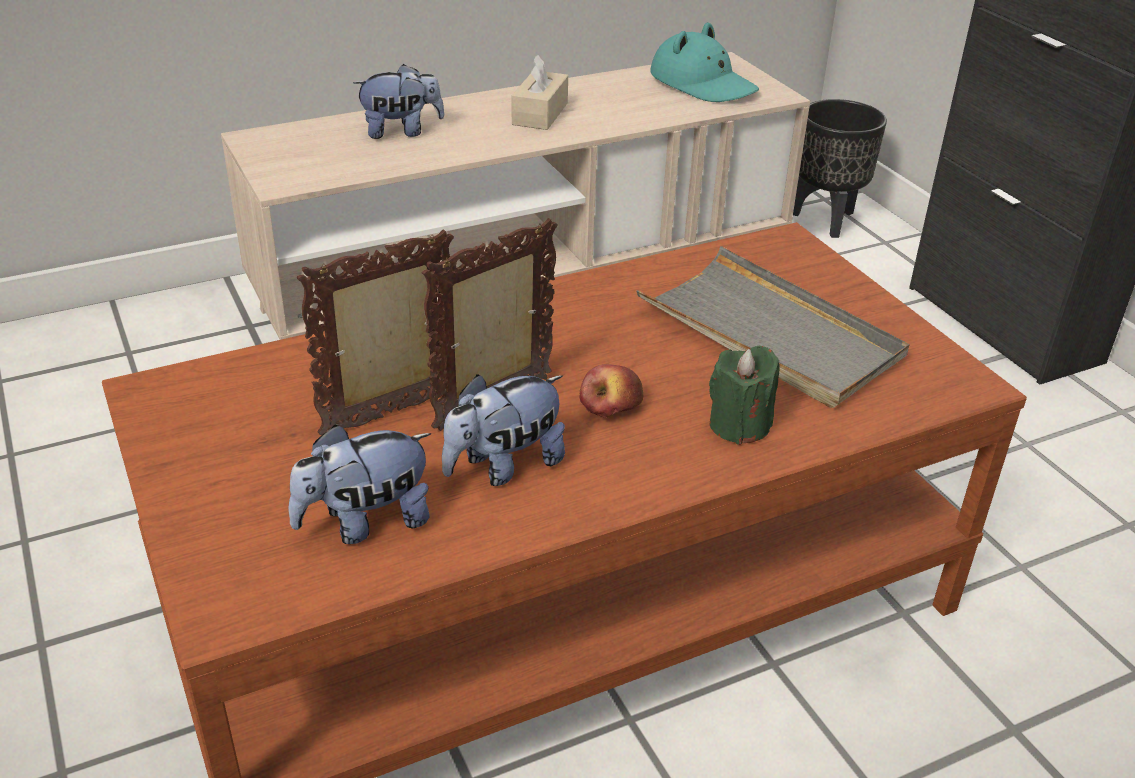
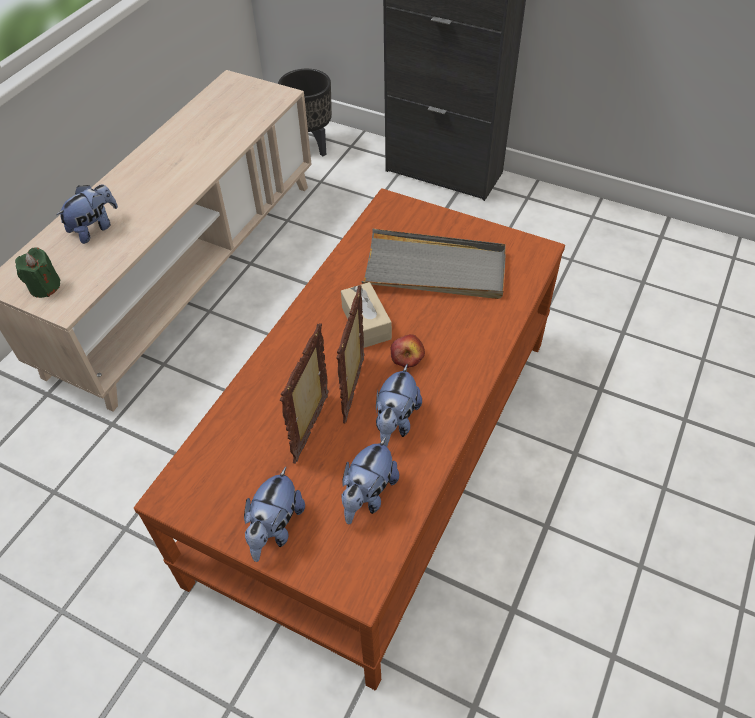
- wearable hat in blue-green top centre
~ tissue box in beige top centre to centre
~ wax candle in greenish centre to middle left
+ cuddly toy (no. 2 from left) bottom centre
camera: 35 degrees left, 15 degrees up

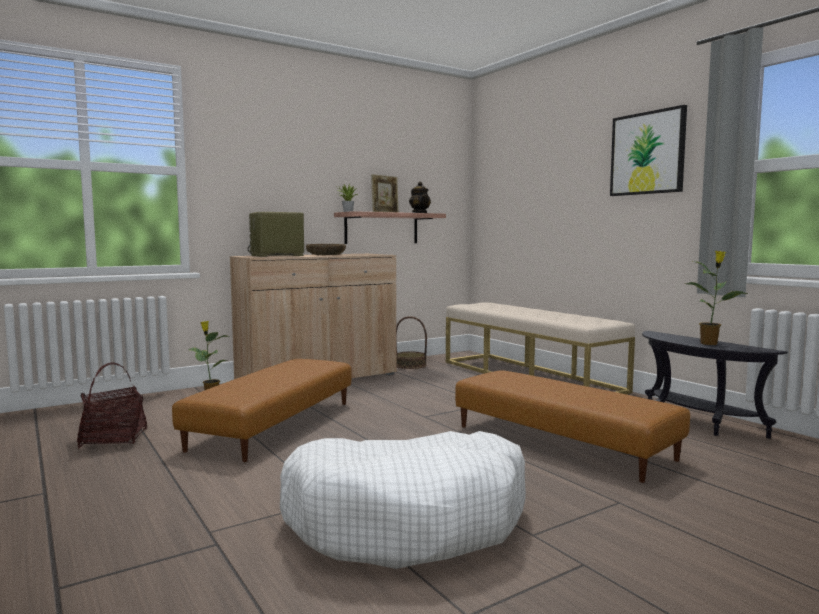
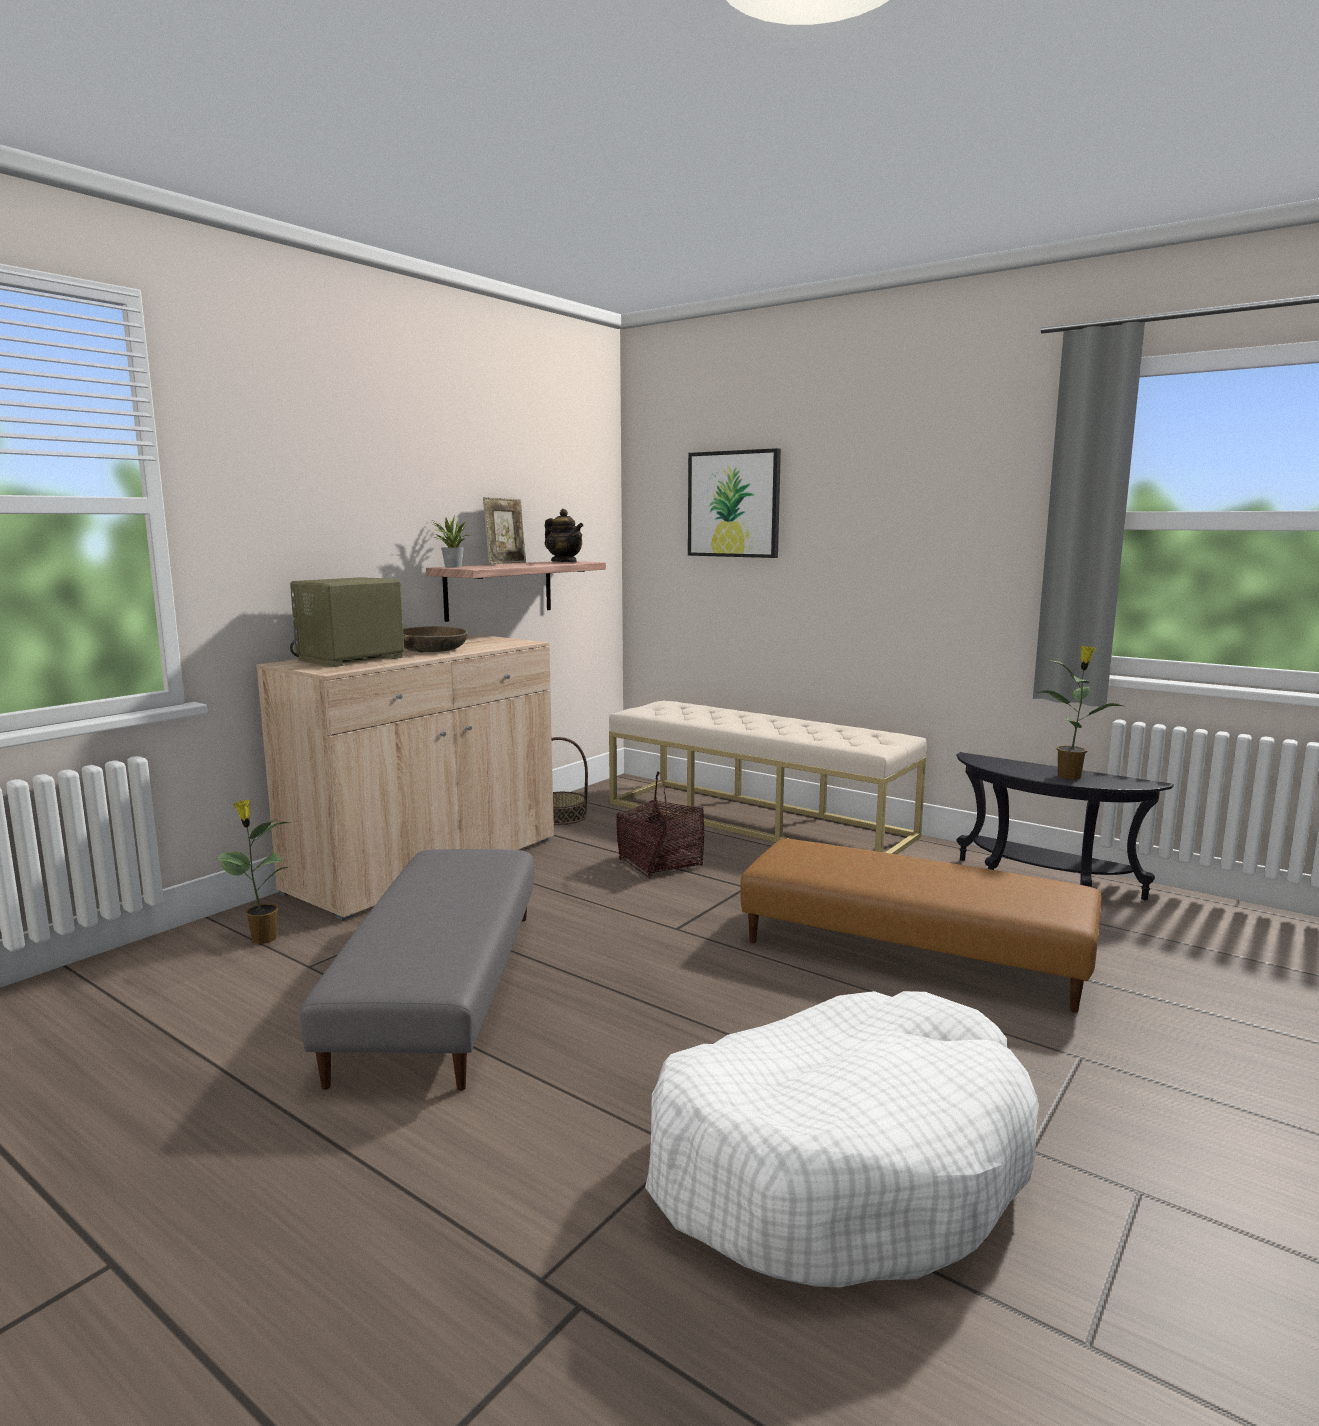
~ wall picture top right to centre
~ ottoman in brown-coloured (no. 1 from left) bottom left to ottoman in greyish bottom left
~ household basket (no. 1 from left in the first image) middle left to household basket (no. 2 from left) centre
camera: 20 degrees left, 5 degrees up

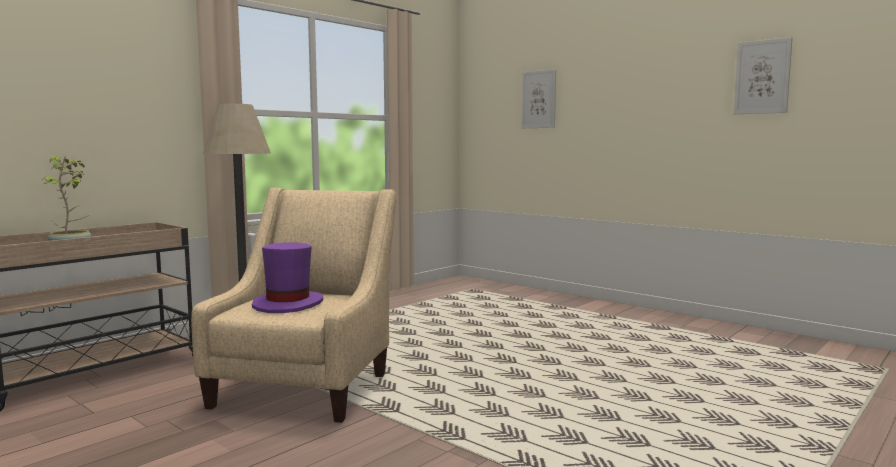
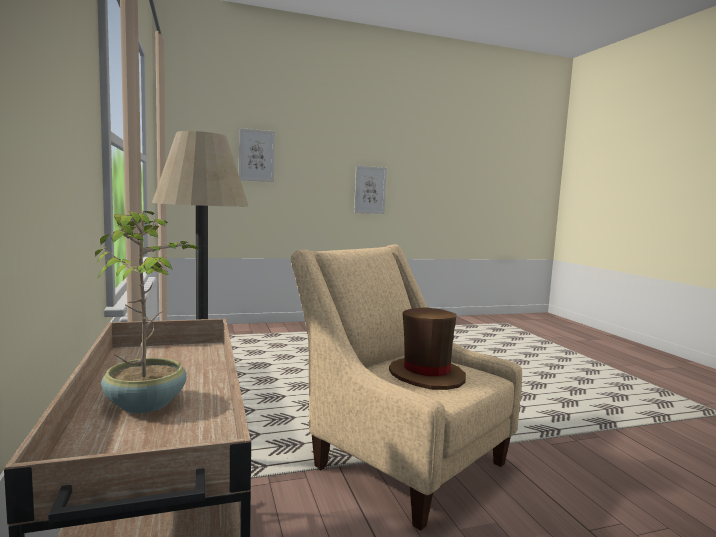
~ wall picture (no. 2 from left) top right to centre
~ wearable hat in purple-coloured middle left to wearable hat in brown-coloured centre
camera: 60 degrees left, 0 degrees up

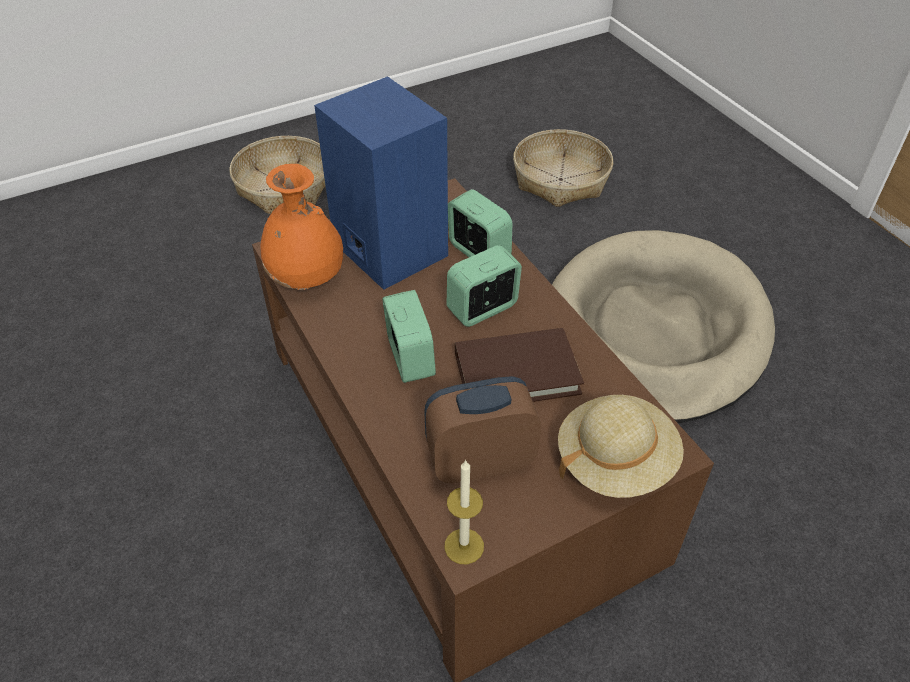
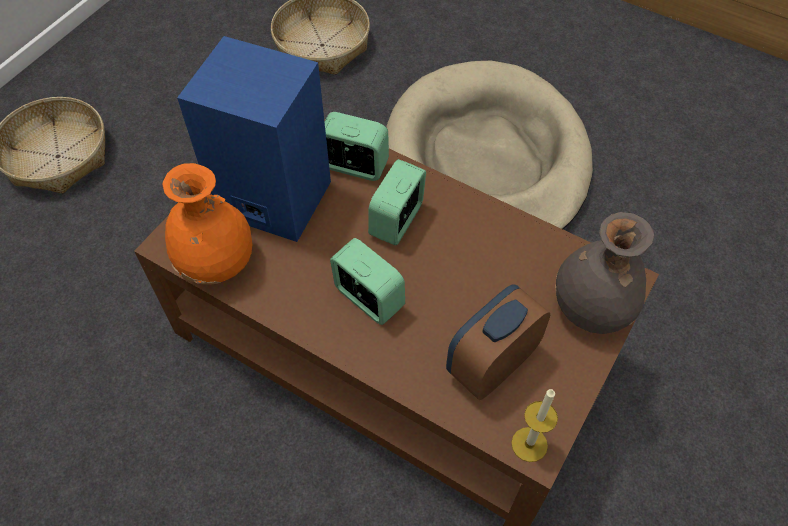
- bound book in brown-coloured centre
~ wearable hat in beige middle right to decorative vase in greyish middle right
camera: 30 degrees left, 10 degrees up

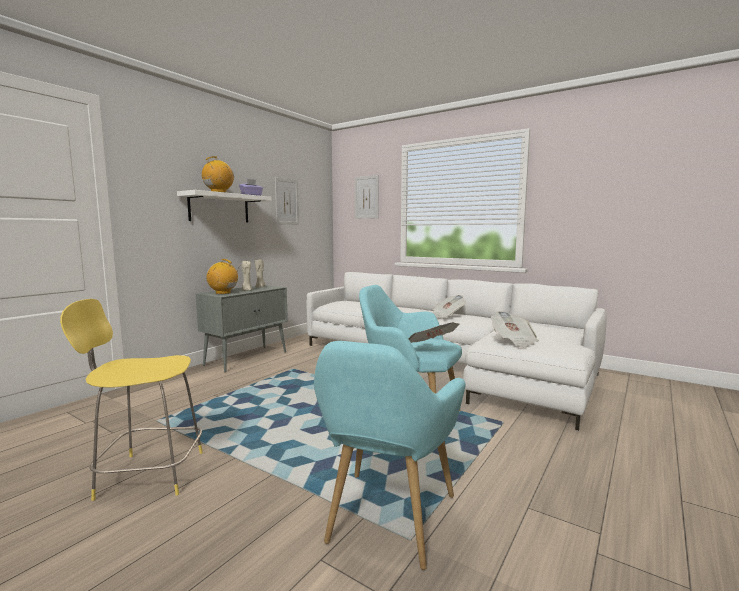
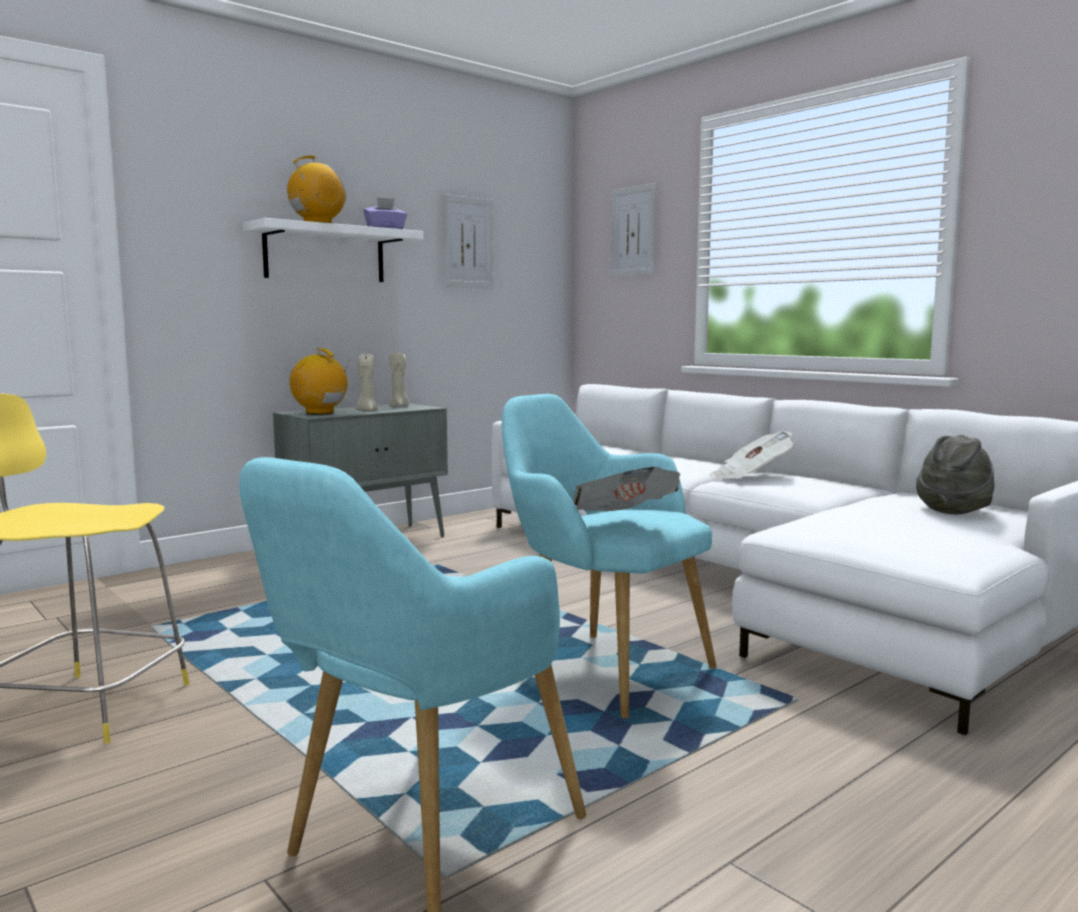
- printed paper (no. 3 from left) middle right
+ wearable hat in greyish middle right
camera: 15 degrees right, 0 degrees up

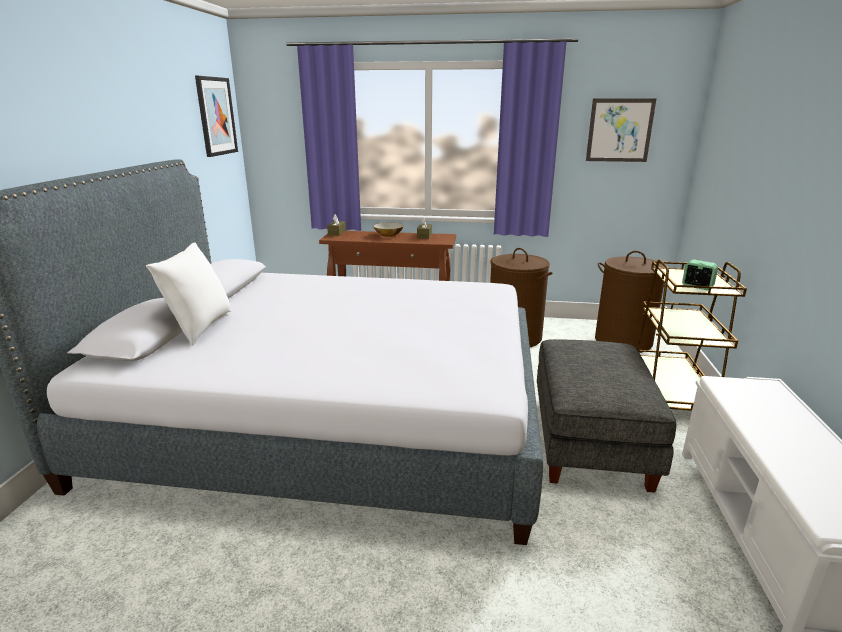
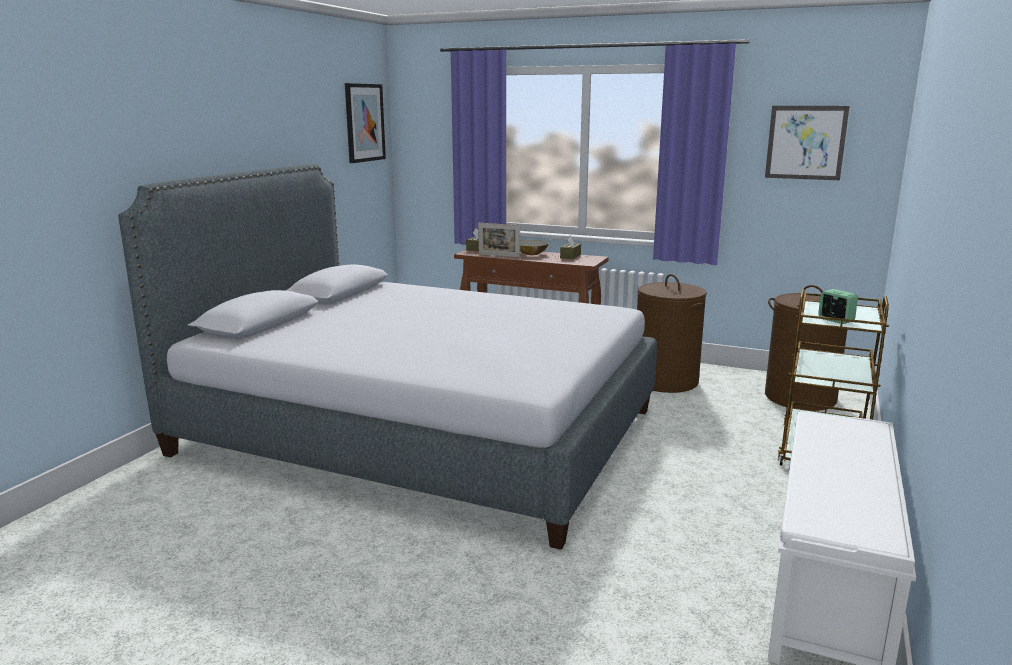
- pillow in white middle left
- ottoman in greyish middle right
+ photo frame centre
camera: 15 degrees right, 5 degrees down

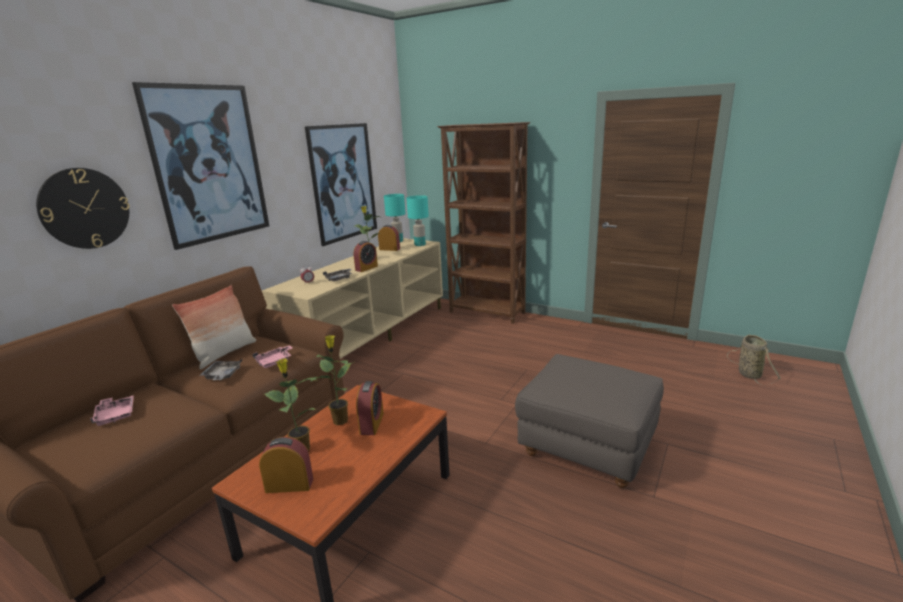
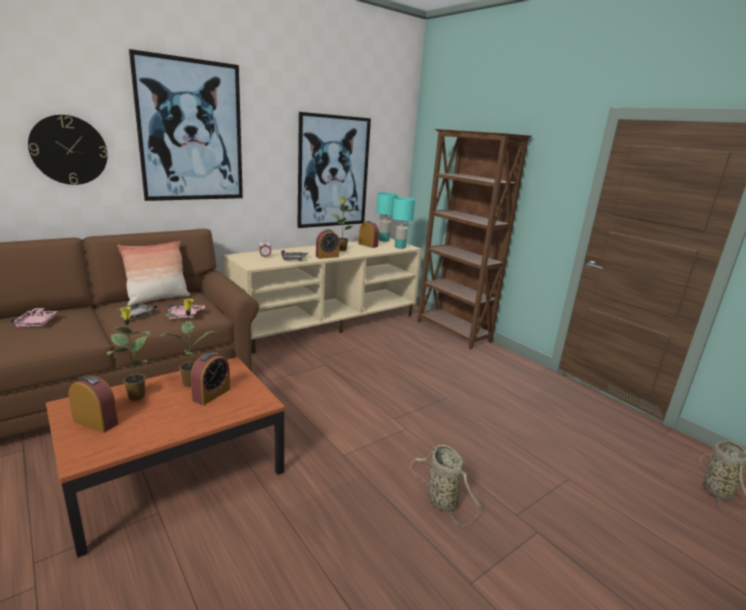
~ ottoman in greyish bottom centre to household basket (no. 1 from left) bottom centre
camera: 20 degrees right, 0 degrees up

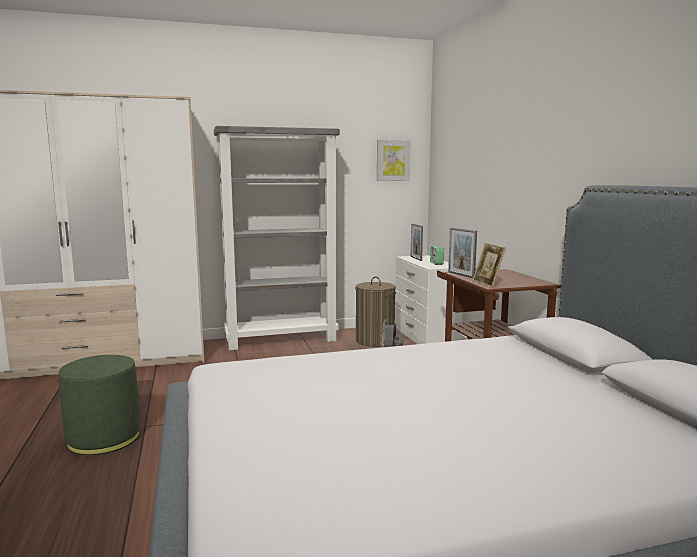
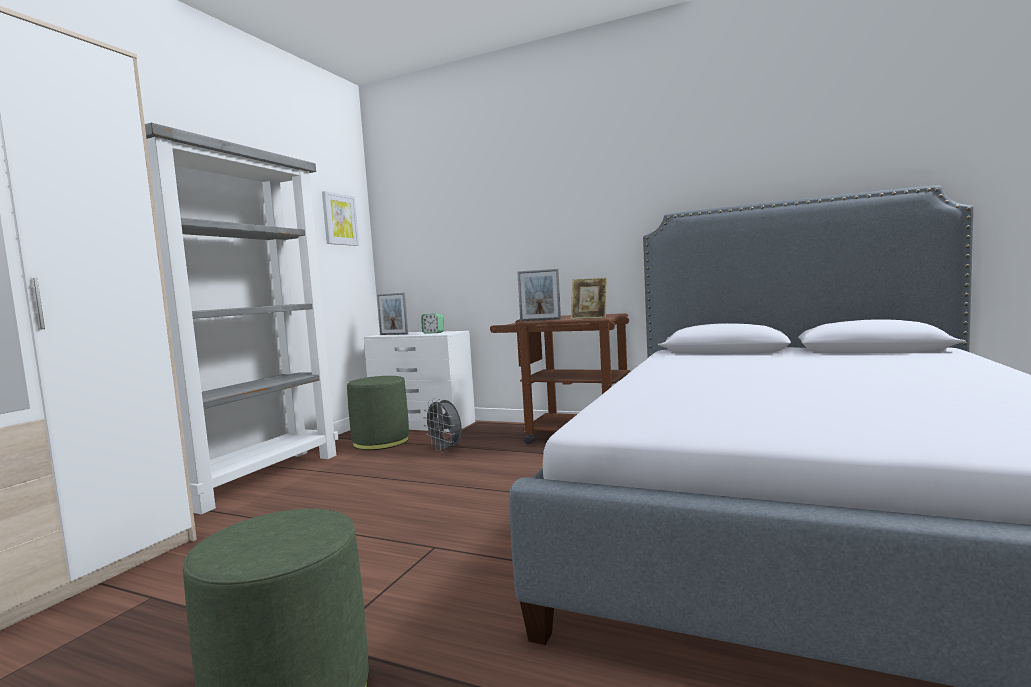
~ hamper centre to ottoman in greenish (no. 2 from left) centre
camera: 50 degrees left, 5 degrees down

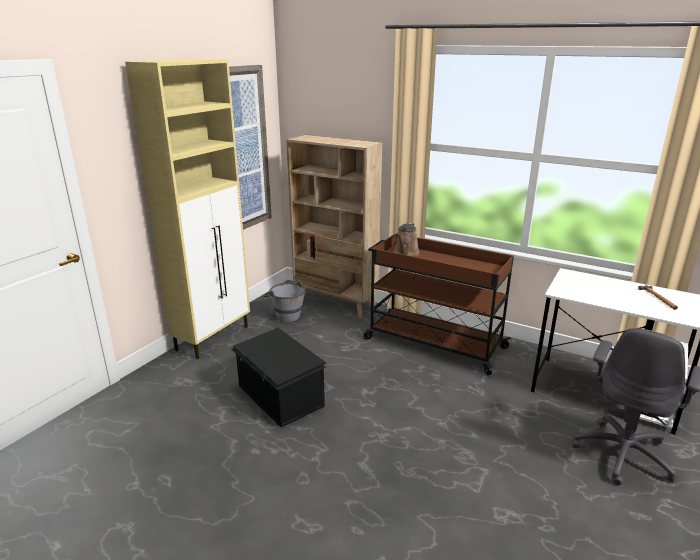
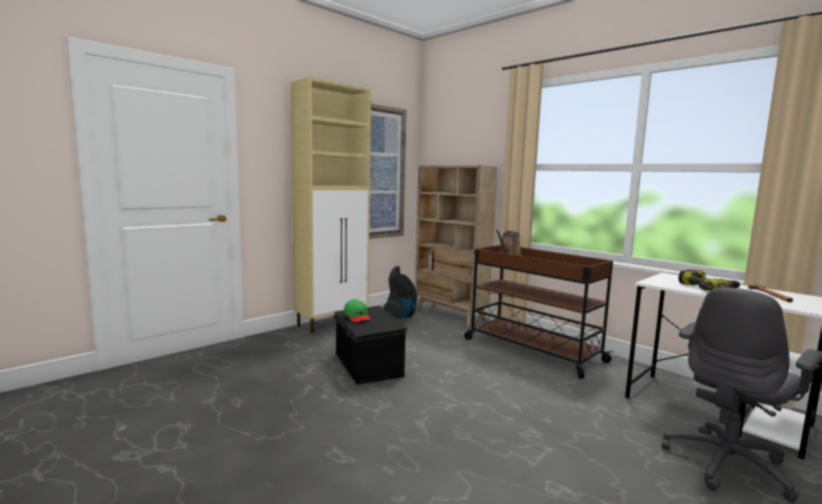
~ pail in greyish centre to vacuum centre
+ power drill middle right
+ cap in greenish centre
camera: 15 degrees right, 15 degrees down

